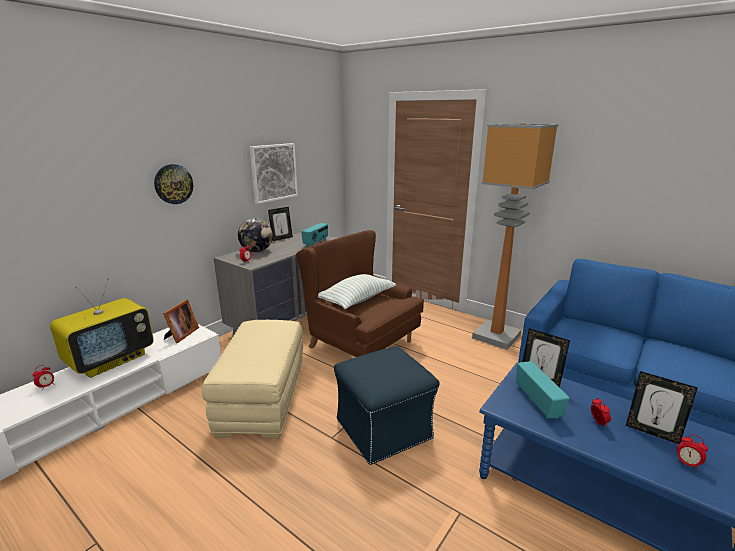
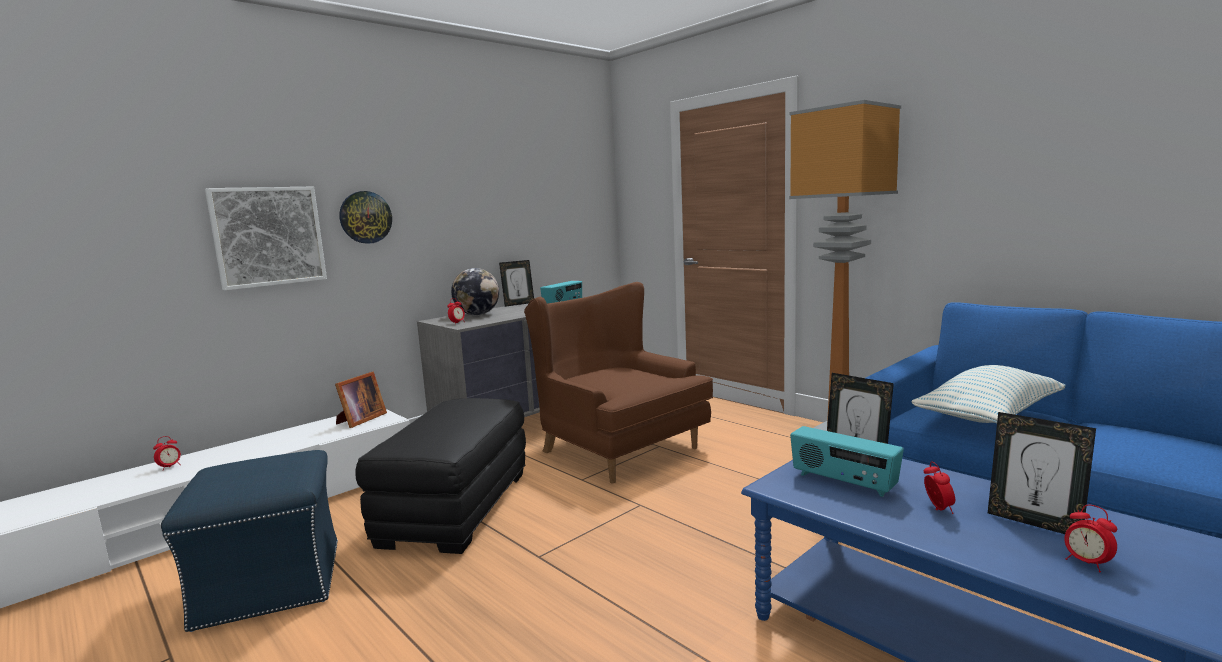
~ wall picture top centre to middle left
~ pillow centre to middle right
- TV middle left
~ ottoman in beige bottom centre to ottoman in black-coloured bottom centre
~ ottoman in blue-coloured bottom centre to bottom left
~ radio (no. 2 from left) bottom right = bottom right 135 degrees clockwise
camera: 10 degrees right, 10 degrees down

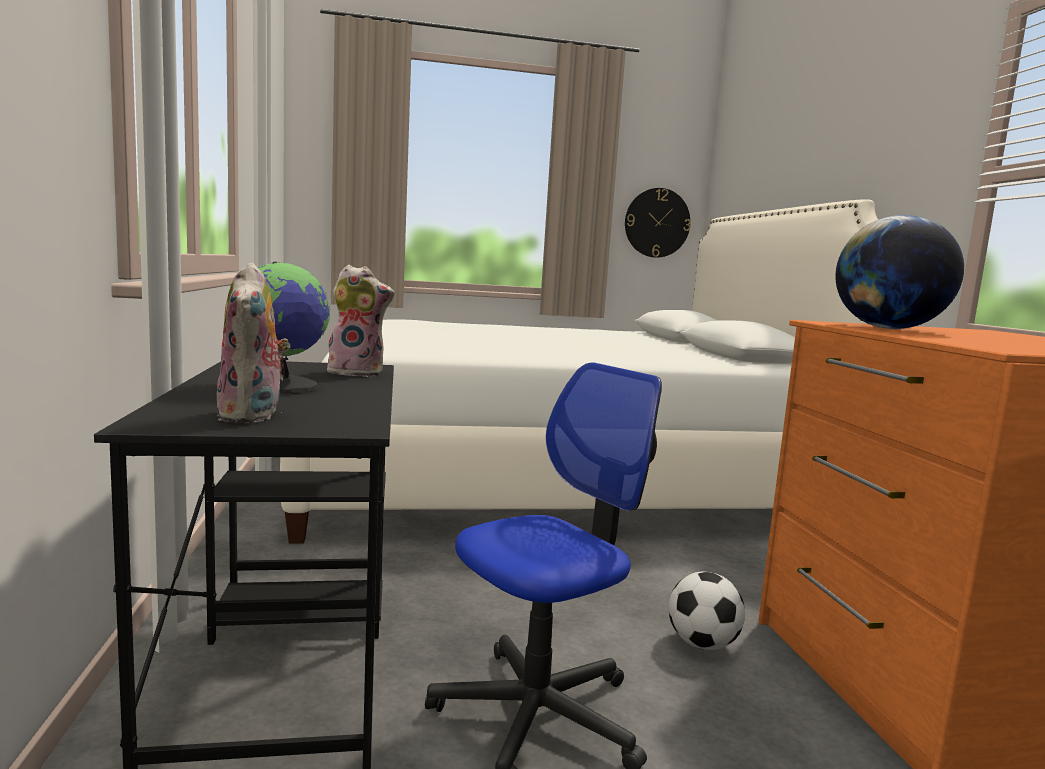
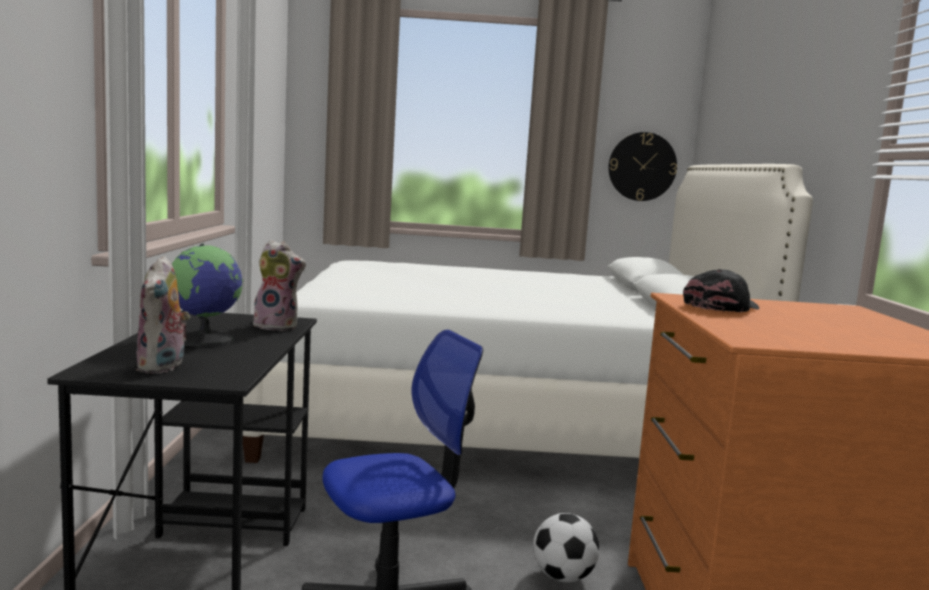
~ desk globe (no. 2 from left) middle right to cap in black-coloured middle right
camera: 10 degrees right, 0 degrees up

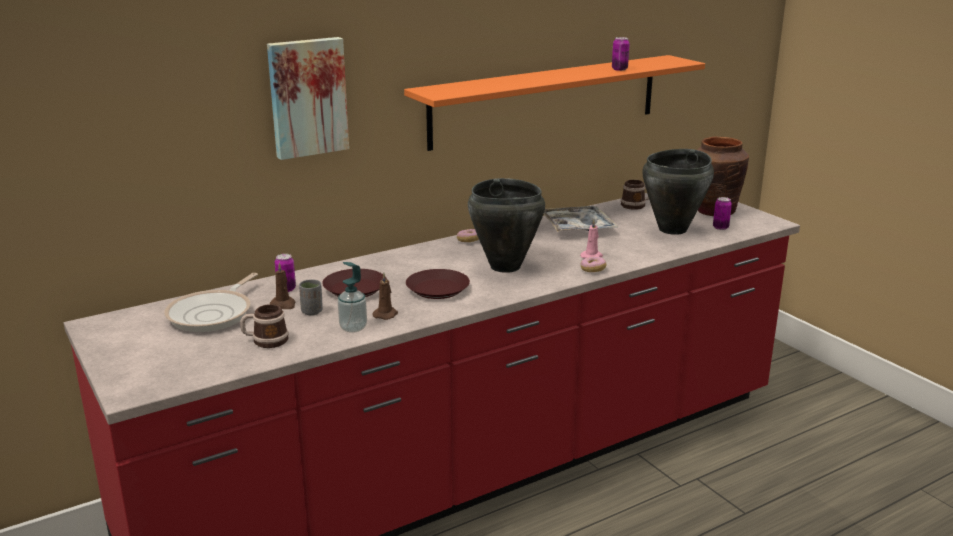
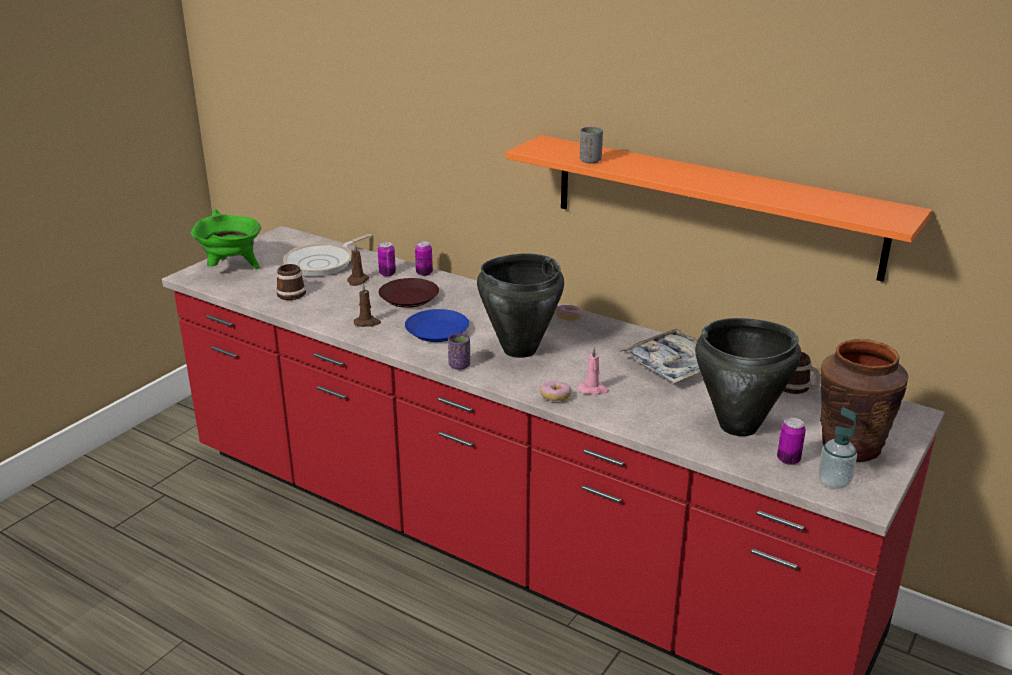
- wall picture top left
~ metal can (no. 2 from left) top centre to centre
~ soap dispenser centre to middle right
~ plate in brown-coloured (no. 2 from left) centre to plate in blue-coloured centre
~ pan middle left = middle left 45 degrees counterclockwise
~ cup in greyish middle left to top centre
+ cooking pot in greenish middle left
+ cup in purple-coloured centre
camera: 65 degrees right, 5 degrees up

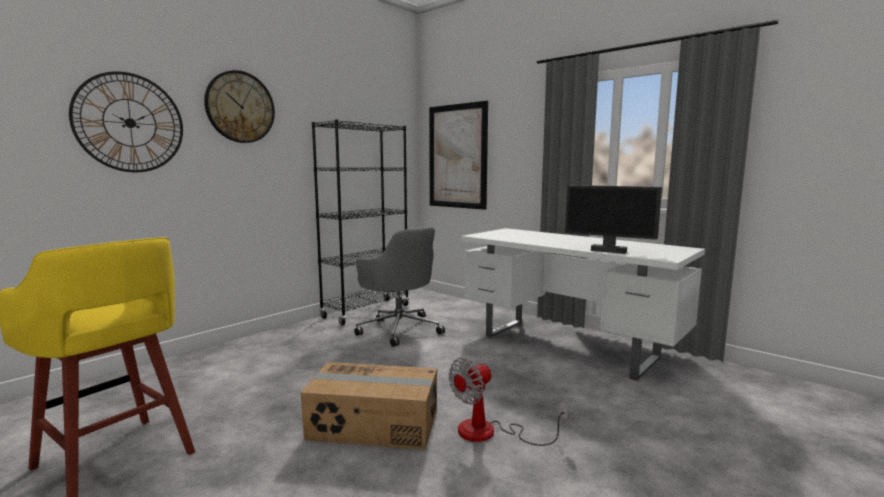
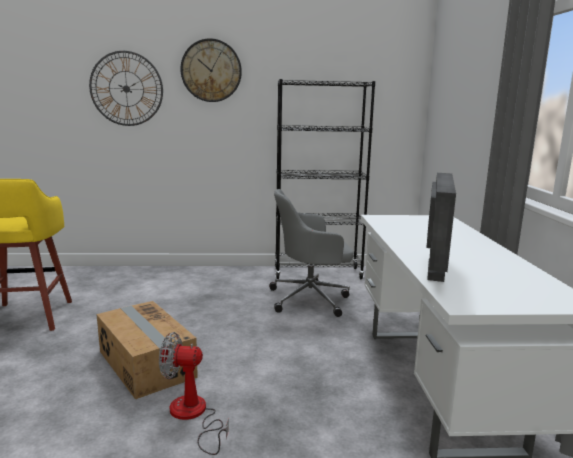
- wall picture top centre
~ computer display middle right = middle right 150 degrees counterclockwise
~ computer chair in greyish centre = centre 75 degrees clockwise
camera: 45 degrees right, 5 degrees up

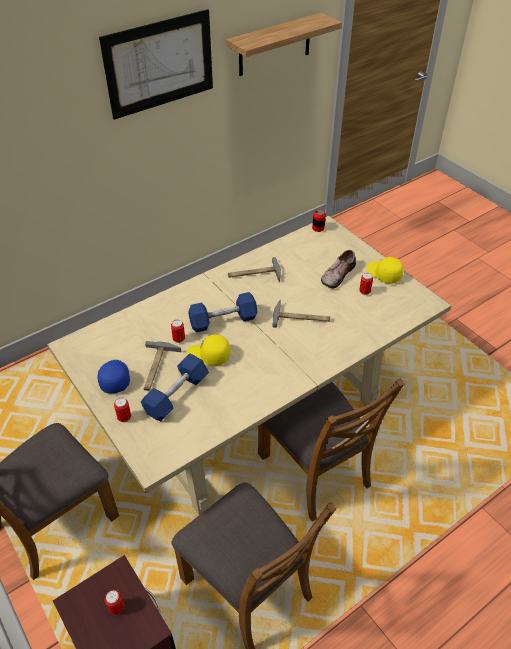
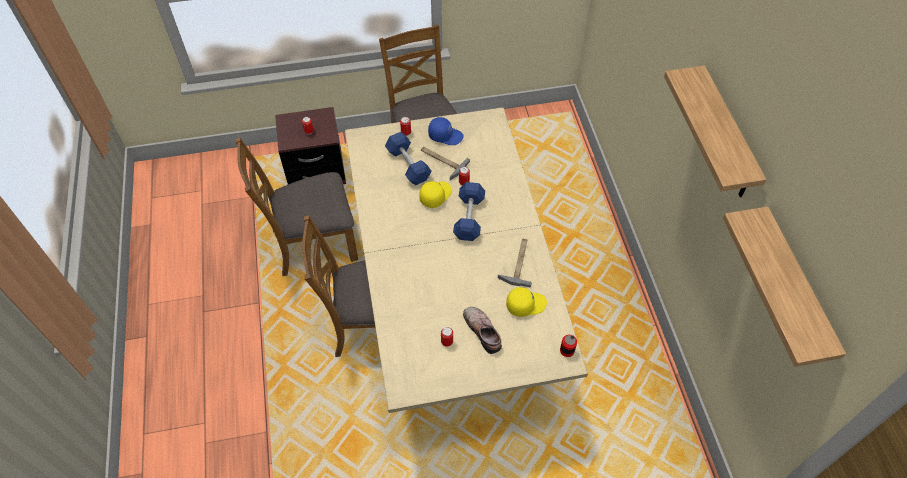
~ wall picture top left to shelf (no. 1 from left) top right
~ cap in yellow-coloured (no. 2 from left) middle right to centre
- hammer (no. 3 from left) centre
camera: 115 degrees right, 10 degrees up

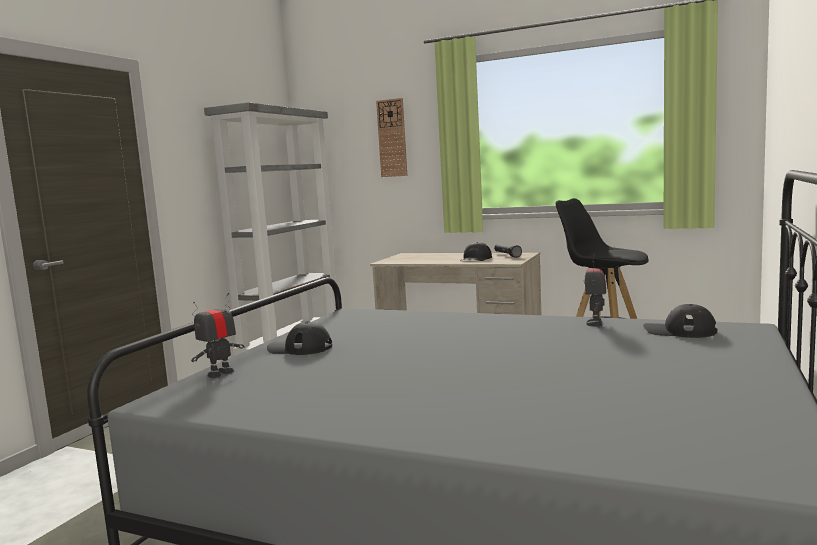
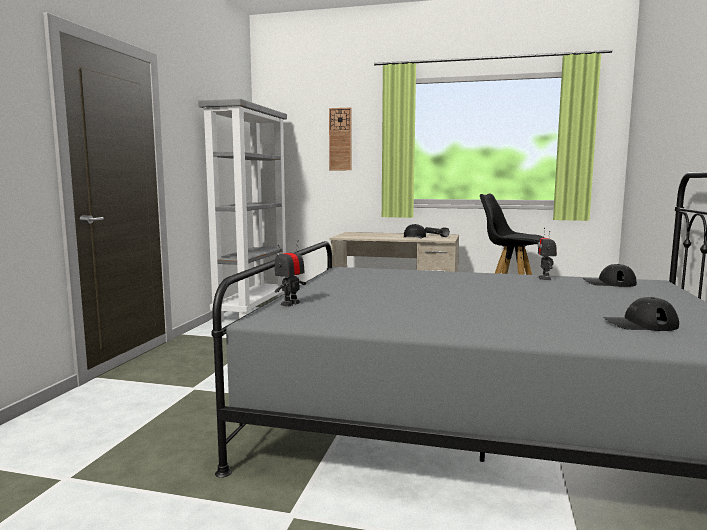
~ cap in black-coloured (no. 1 from left in the first image) centre to cap in black-coloured (no. 3 from left) middle right
camera: 10 degrees left, 0 degrees up

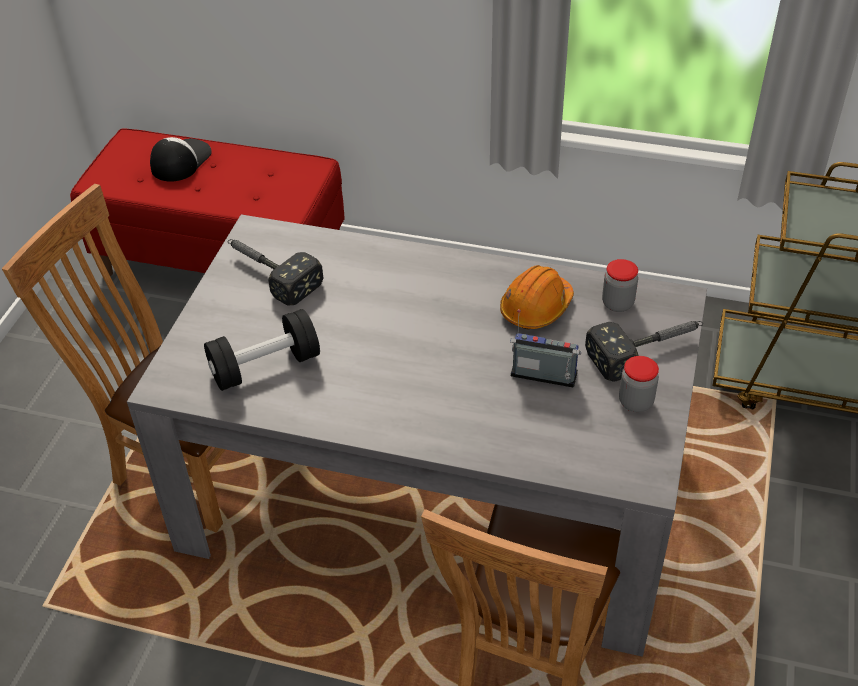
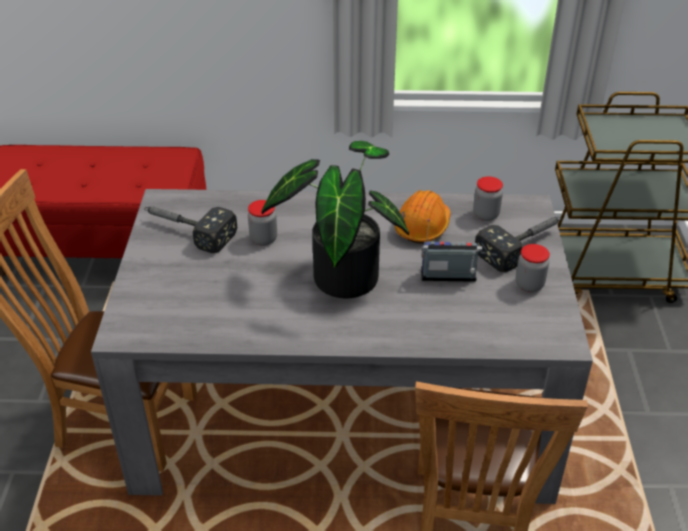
- cap top left
- free weight in black-coloured middle left
+ houseplant centre
+ preserve jar (no. 1 from left) centre
camera: 15 degrees left, 5 degrees down

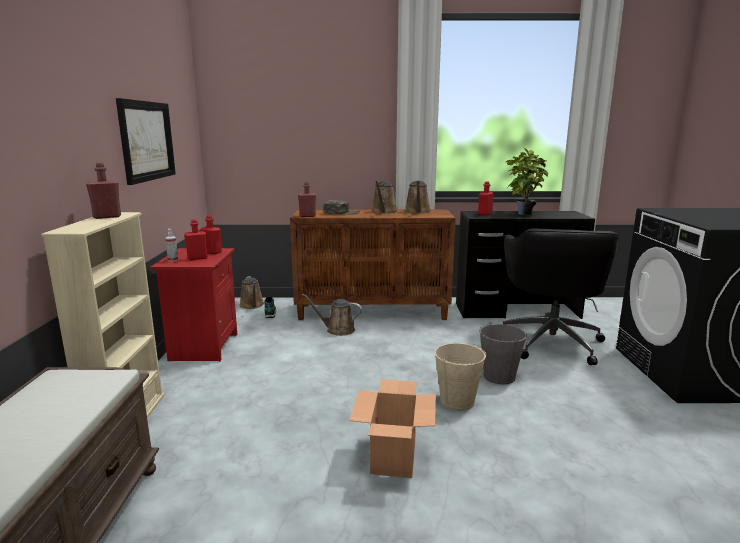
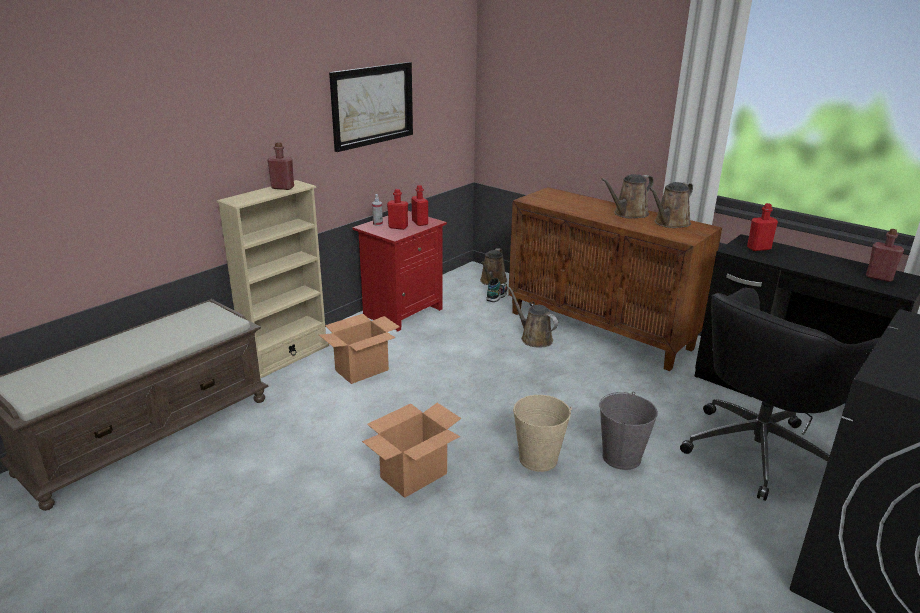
- houseplant middle right
~ bottle in red-coloured (no. 4 from left in the first image) centre to bottle in red-coloured (no. 5 from left) middle right
- cap in greenish centre
+ packing box (no. 1 from left) centre
camera: 40 degrees right, 10 degrees up

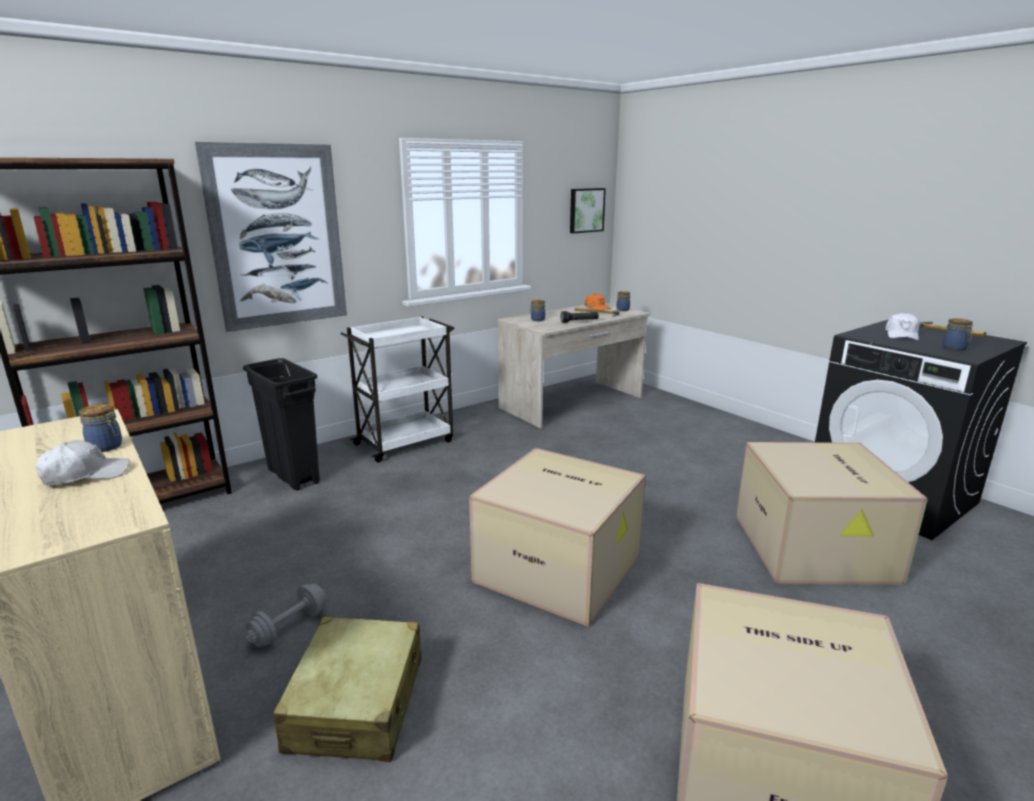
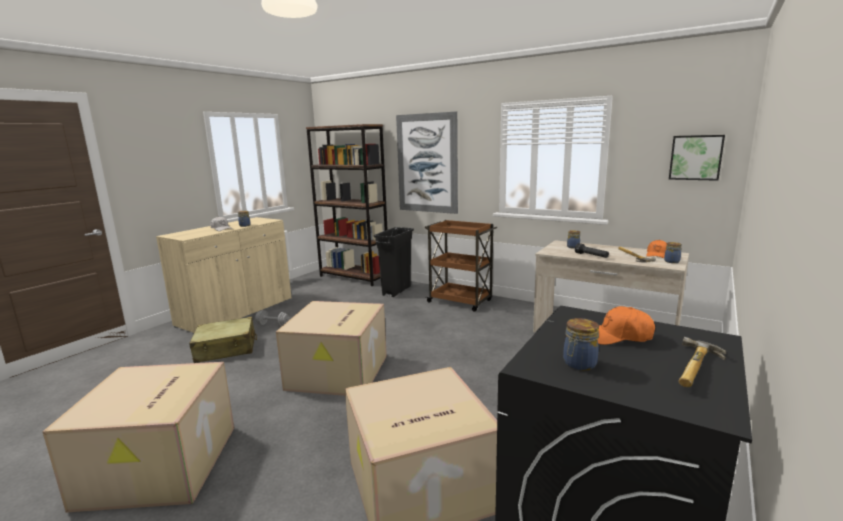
~ cap in white (no. 2 from left) middle right to cap in orange (no. 1 from left) middle right
~ trolley in white centre to trolley in brown-coloured centre
camera: 70 degrees right, 5 degrees down

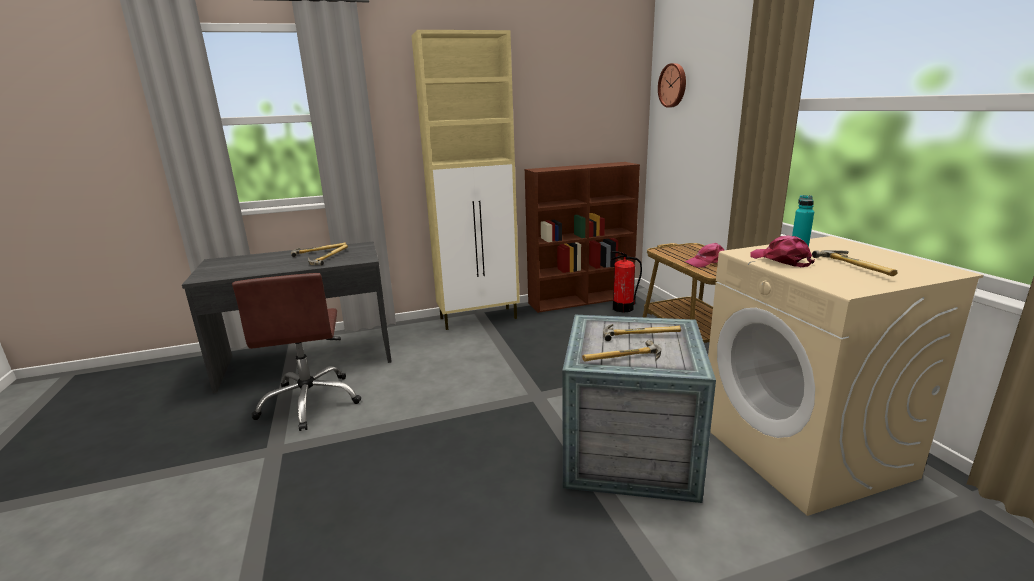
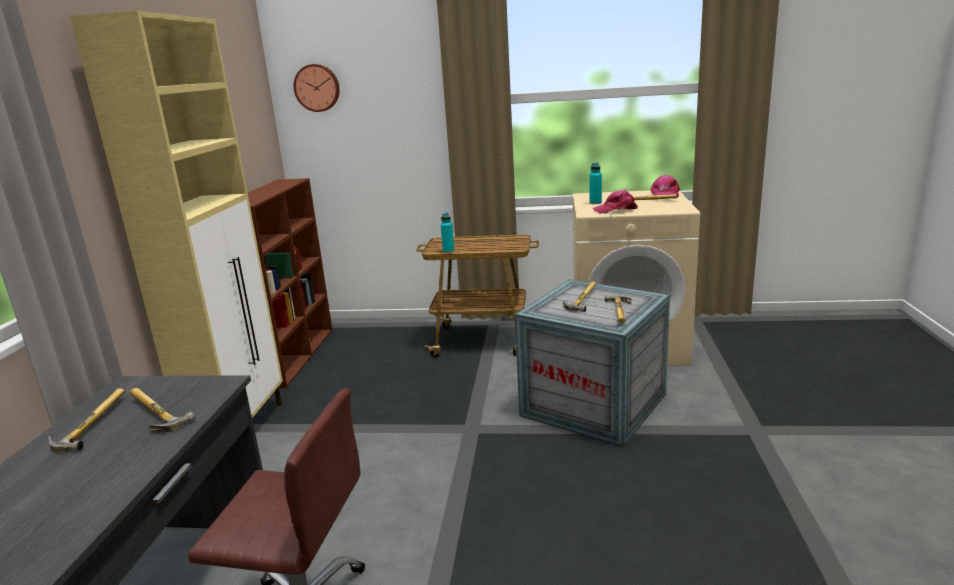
~ cap in pinkish (no. 1 from left in the first image) middle right to cap in pinkish (no. 2 from left) top right
- fire extinguisher centre
+ bottle in blue-green (no. 1 from left) centre
camera: 65 degrees left, 0 degrees up

